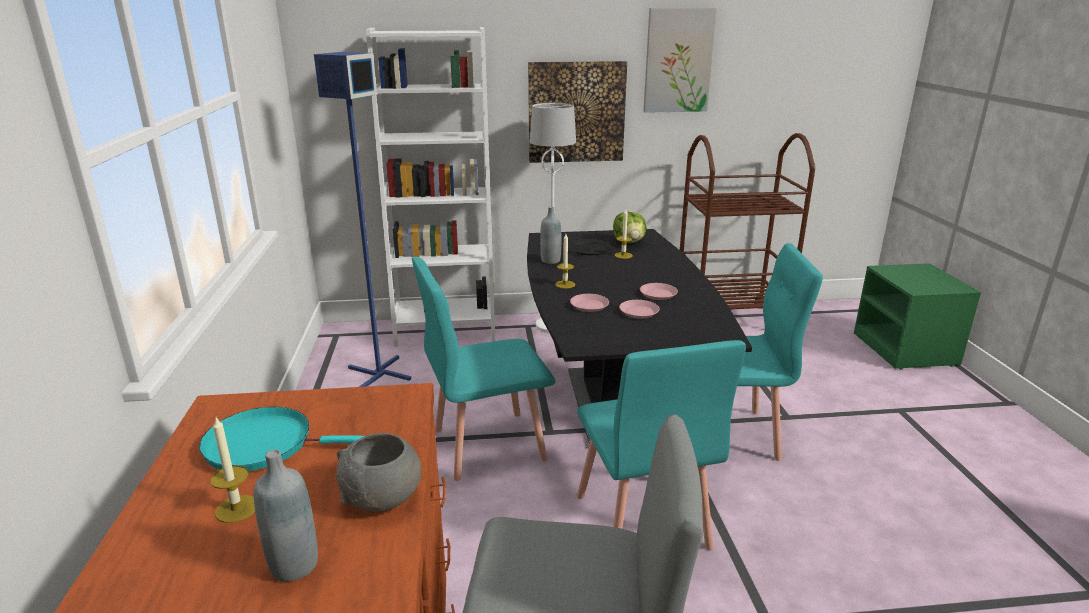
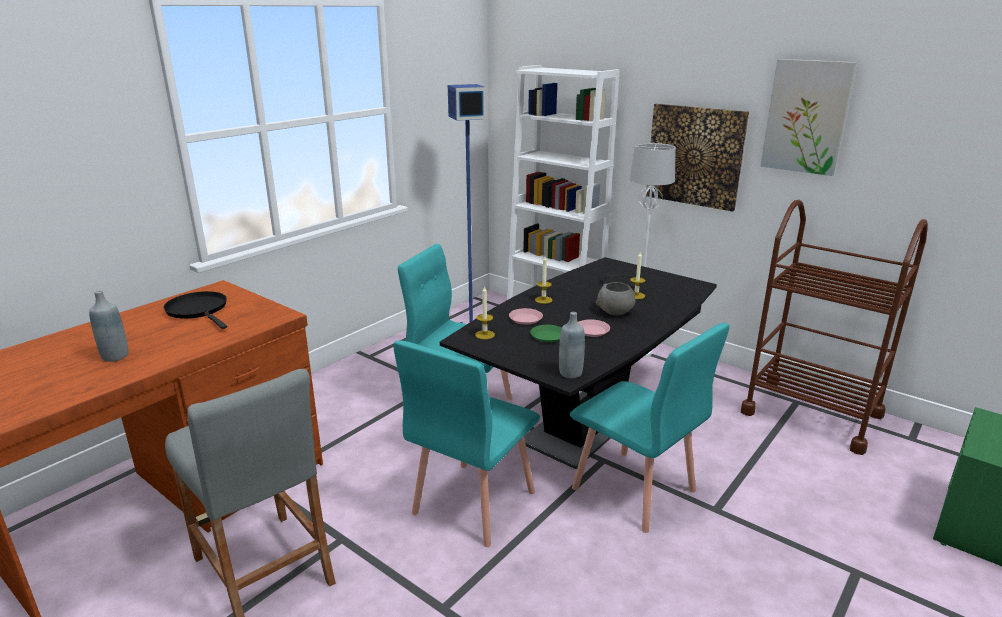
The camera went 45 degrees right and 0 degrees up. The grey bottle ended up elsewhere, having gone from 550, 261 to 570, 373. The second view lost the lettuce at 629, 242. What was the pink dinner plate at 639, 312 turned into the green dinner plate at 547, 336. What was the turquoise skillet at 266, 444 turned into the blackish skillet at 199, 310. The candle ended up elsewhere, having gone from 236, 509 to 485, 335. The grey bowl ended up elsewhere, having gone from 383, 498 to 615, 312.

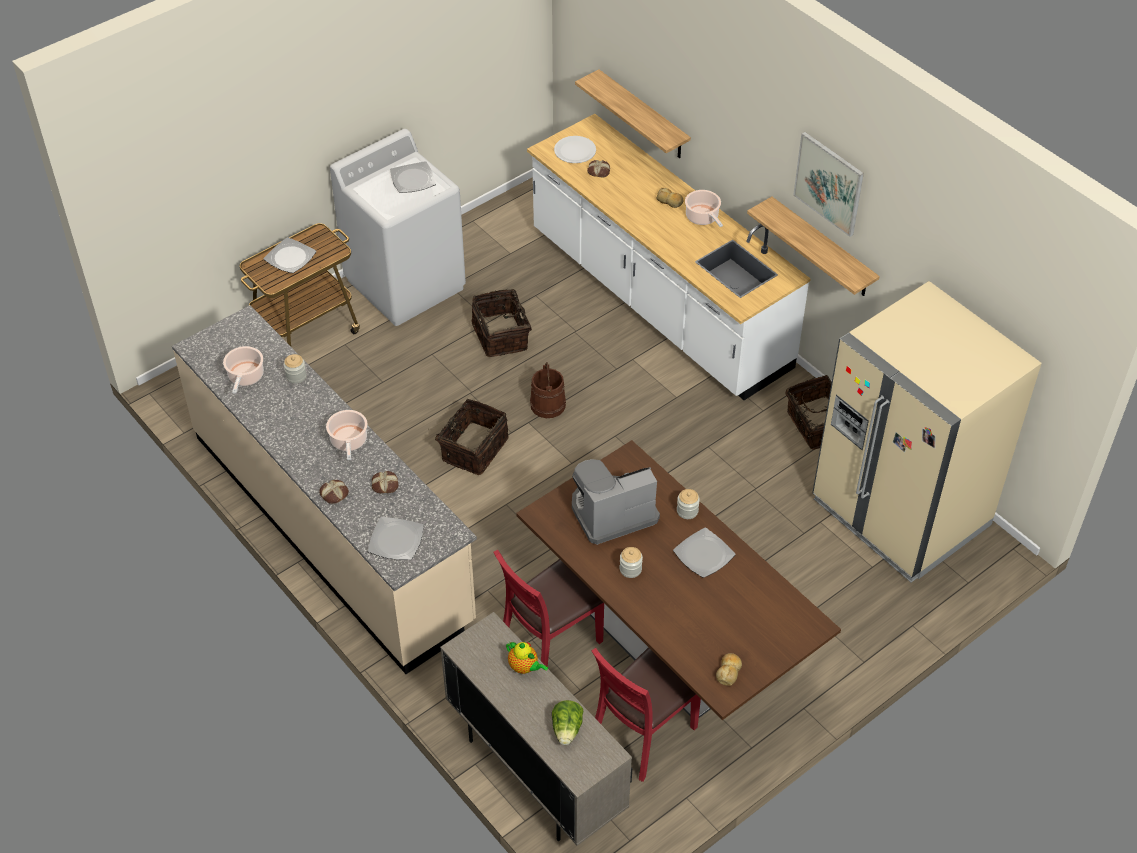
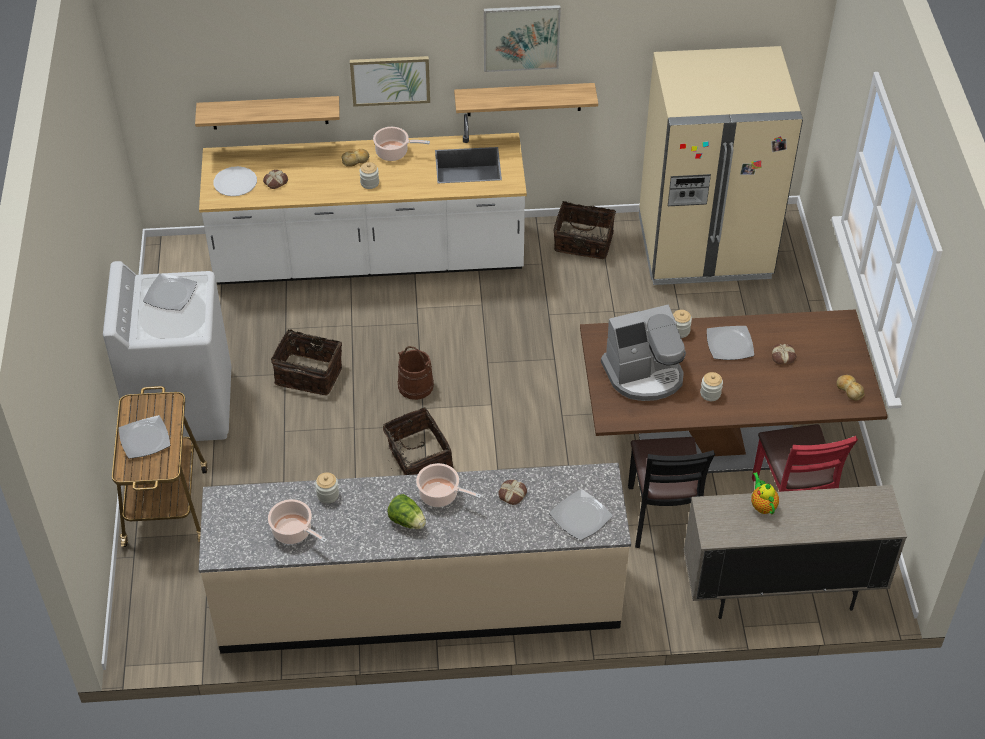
The camera went 55 degrees left and 0 degrees up. The coffee brewer at 612, 512 ended up facing another way, 120 degrees counterclockwise from before. The bread ended up elsewhere, having gone from 334, 494 to 783, 356. What was the red-coloured upright chair at 550, 643 turned into the blackish upright chair at 662, 515. The tea pot at 524, 667 ended up facing another way, 90 degrees counterclockwise from before. The lettuce ended up elsewhere, having gone from 567, 729 to 407, 521. The second view gained the wall art at 390, 80. The second view gained the jar at 369, 183.

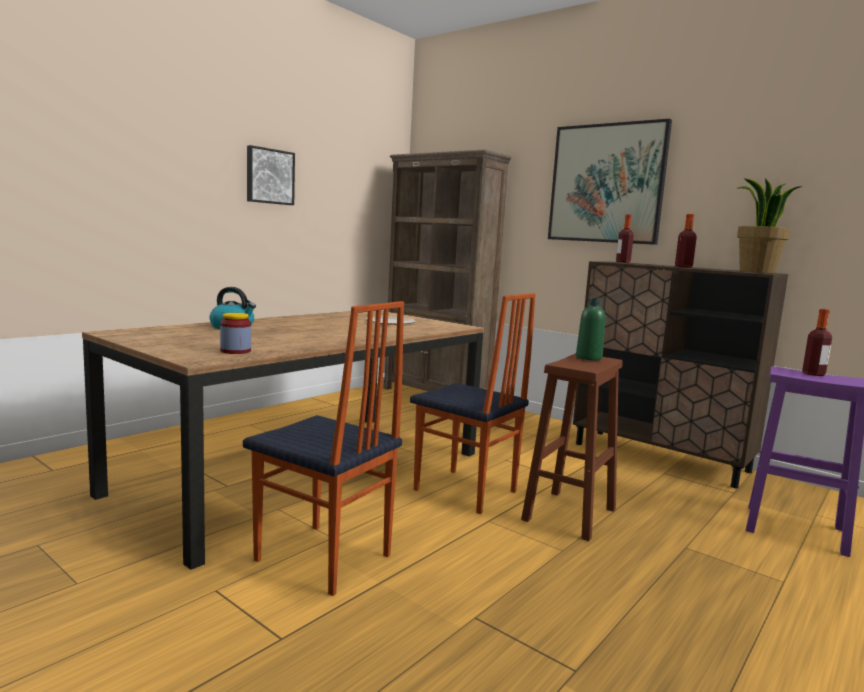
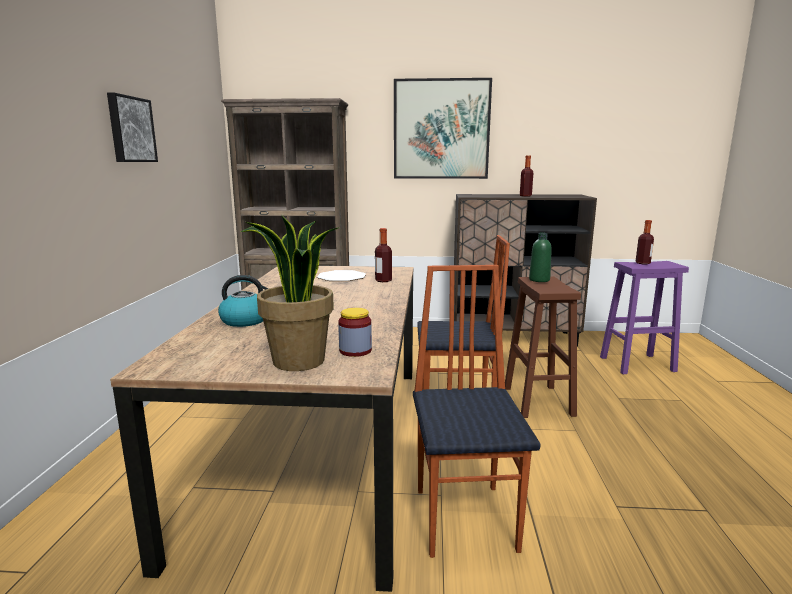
The camera went 35 degrees left and 5 degrees up. The houseplant ended up elsewhere, having gone from 756, 272 to 298, 362. The bottle ended up elsewhere, having gone from 623, 262 to 383, 280. The upright chair at 322, 559 ended up facing another way, 90 degrees counterclockwise from before.

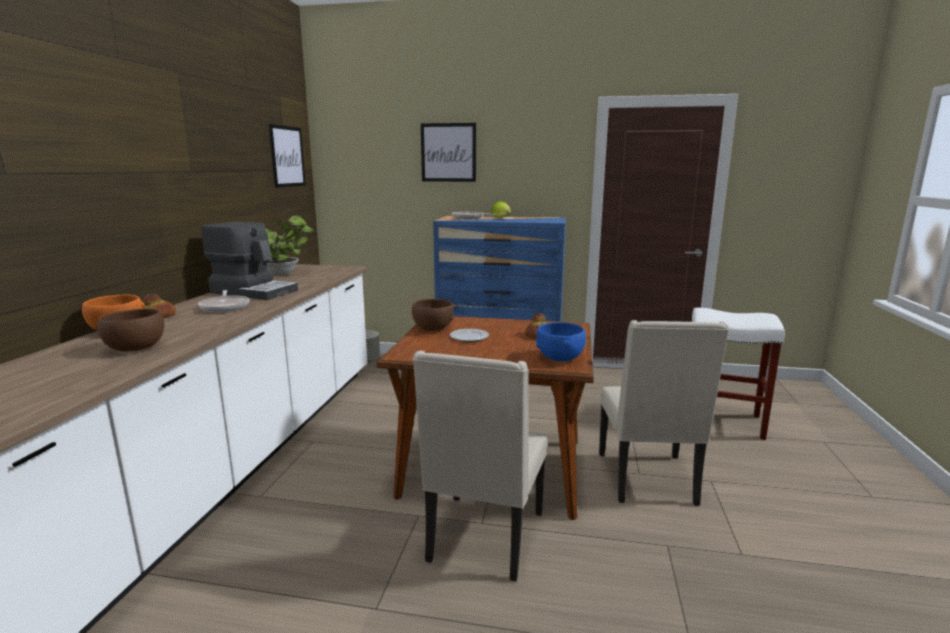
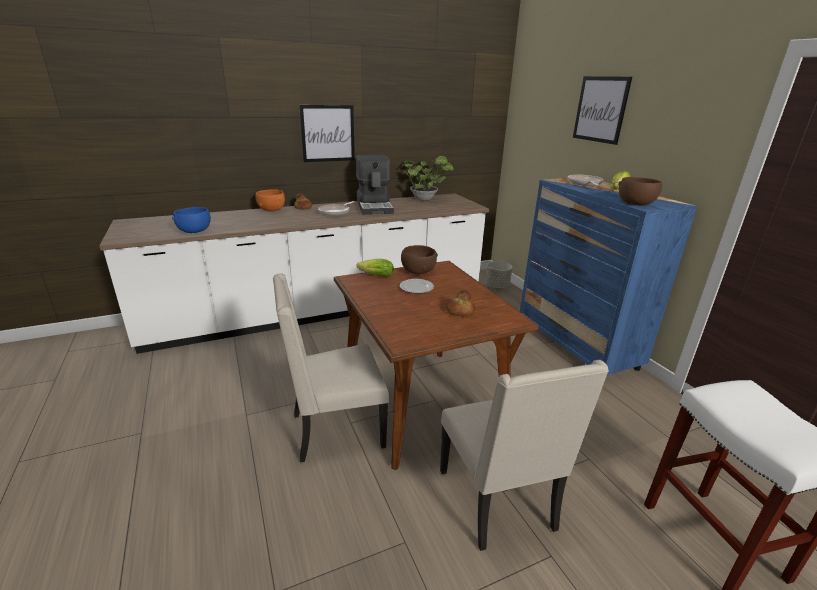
The camera went 55 degrees right and 10 degrees up. The wall art ended up elsewhere, having gone from 287, 156 to 328, 133. The brownish bowl ended up elsewhere, having gone from 136, 348 to 636, 204. The beige upright chair at 648, 480 ended up facing another way, 75 degrees counterclockwise from before. The bluish bowl ended up elsewhere, having gone from 560, 358 to 195, 231. The second view gained the lettuce at 374, 275.

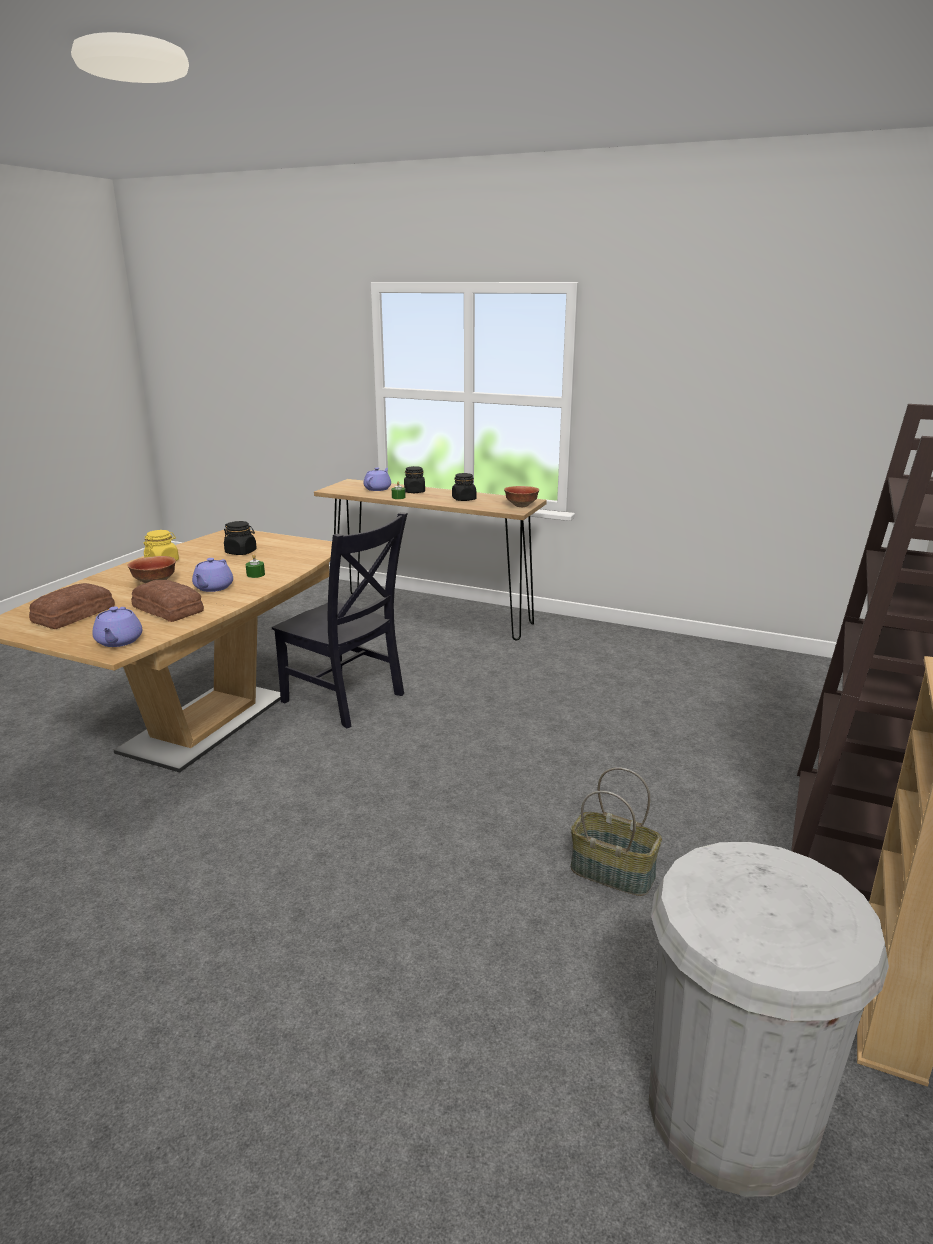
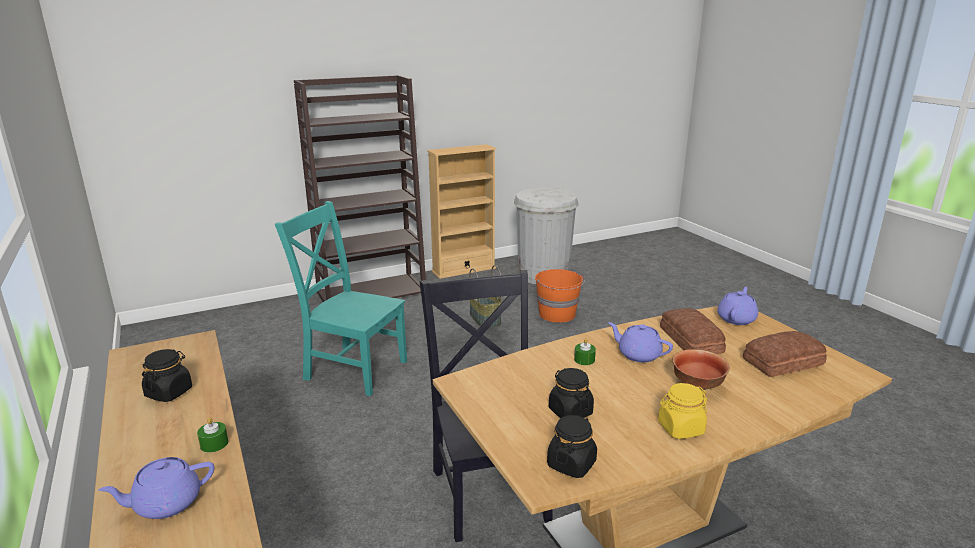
The camera went 140 degrees left and 0 degrees up. The blackish jar ended up elsewhere, having gone from 414, 491 to 571, 464. The second view lost the bowl at 520, 505. The purple-coloured tea pot at 213, 588 ended up facing another way, 105 degrees counterclockwise from before. The second view gained the turquoise upright chair at 352, 368. The second view gained the orange-coloured water bucket at 557, 314.

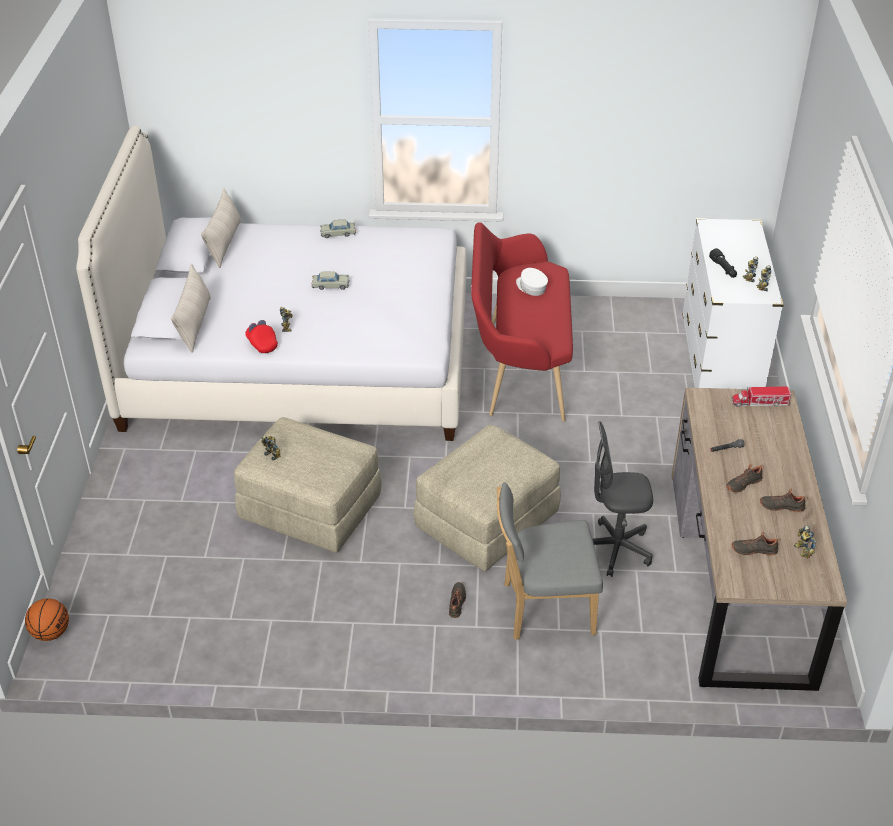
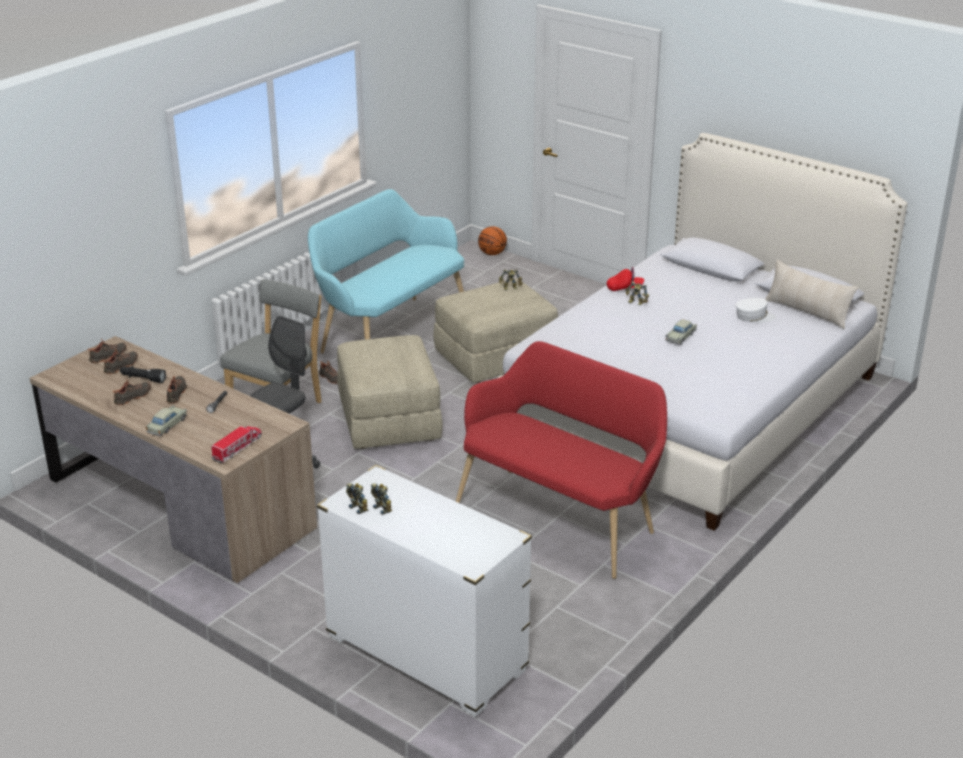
The camera went 125 degrees right and 10 degrees down. The beige toy car ended up elsewhere, having gone from 338, 233 to 167, 425. The blackish torch ended up elsewhere, having gone from 723, 269 to 143, 379. The second view lost the beige pillow at 194, 324. The white baseball cap ended up elsewhere, having gone from 531, 287 to 754, 317. The second view lost the robot figure at 801, 551. The second view gained the turquoise bench at 389, 333. The second view gained the blackish low shoe at 109, 356.

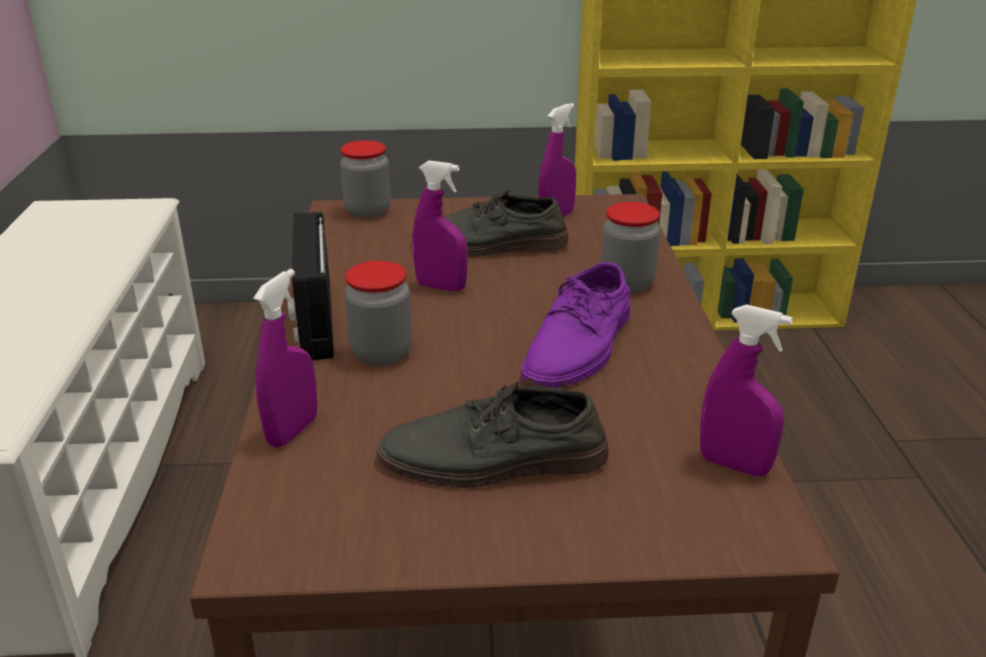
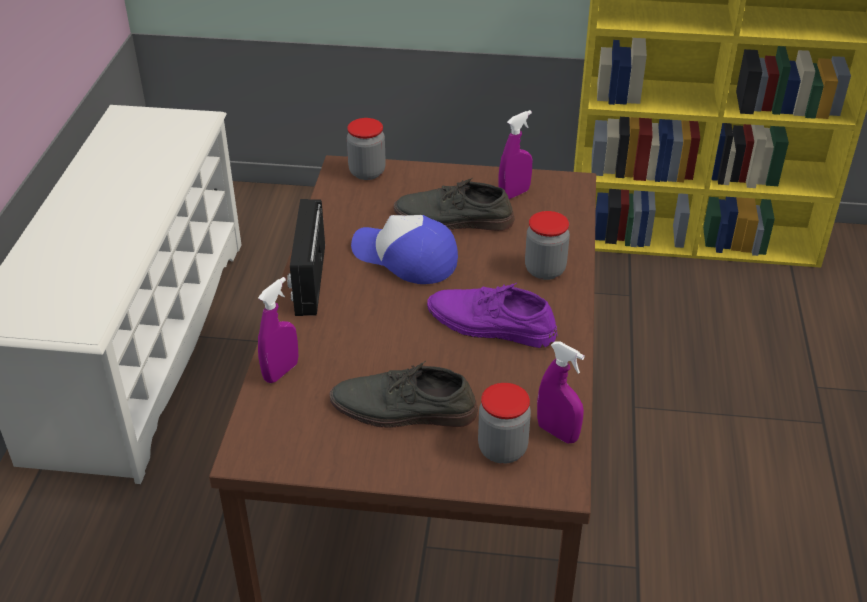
The camera went 10 degrees right and 10 degrees up. Where the purple-coloured spray bottle stood at 441, 287, the baseball cap came to stand at 405, 258. The jar ended up elsewhere, having gone from 381, 353 to 502, 449. The purple-coloured low shoe at 580, 346 ended up facing another way, 75 degrees clockwise from before.

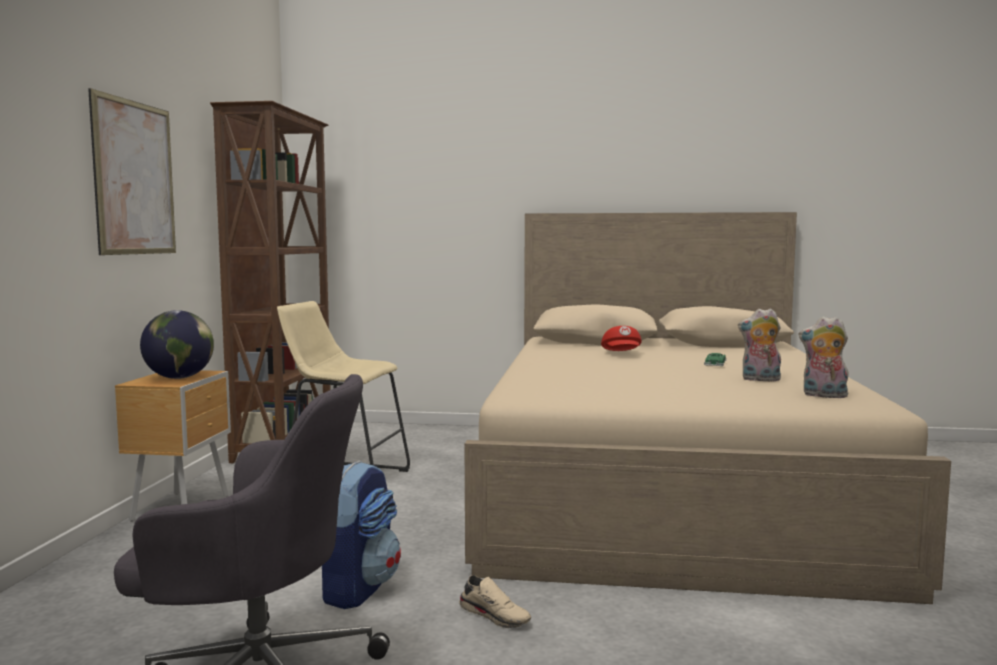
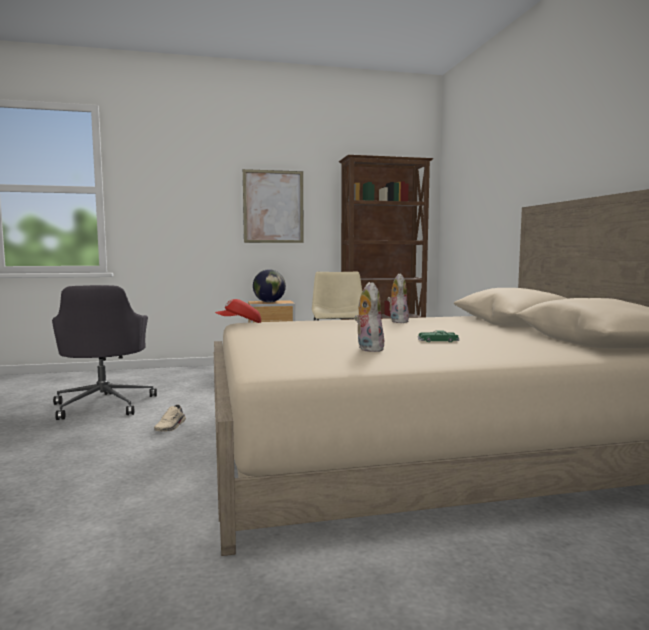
The camera went 70 degrees right and 0 degrees up. The plush toy ended up elsewhere, having gone from 823, 396 to 397, 321. The red-coloured baseball cap ended up elsewhere, having gone from 622, 354 to 239, 323. The second view lost the rucksack at 357, 588.

